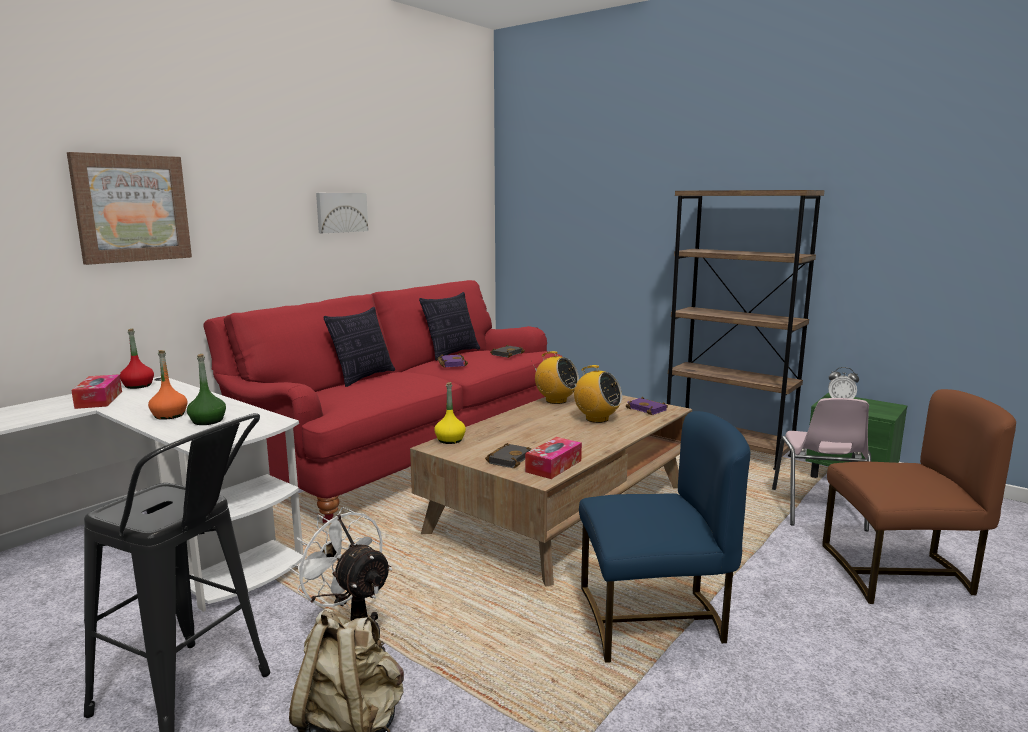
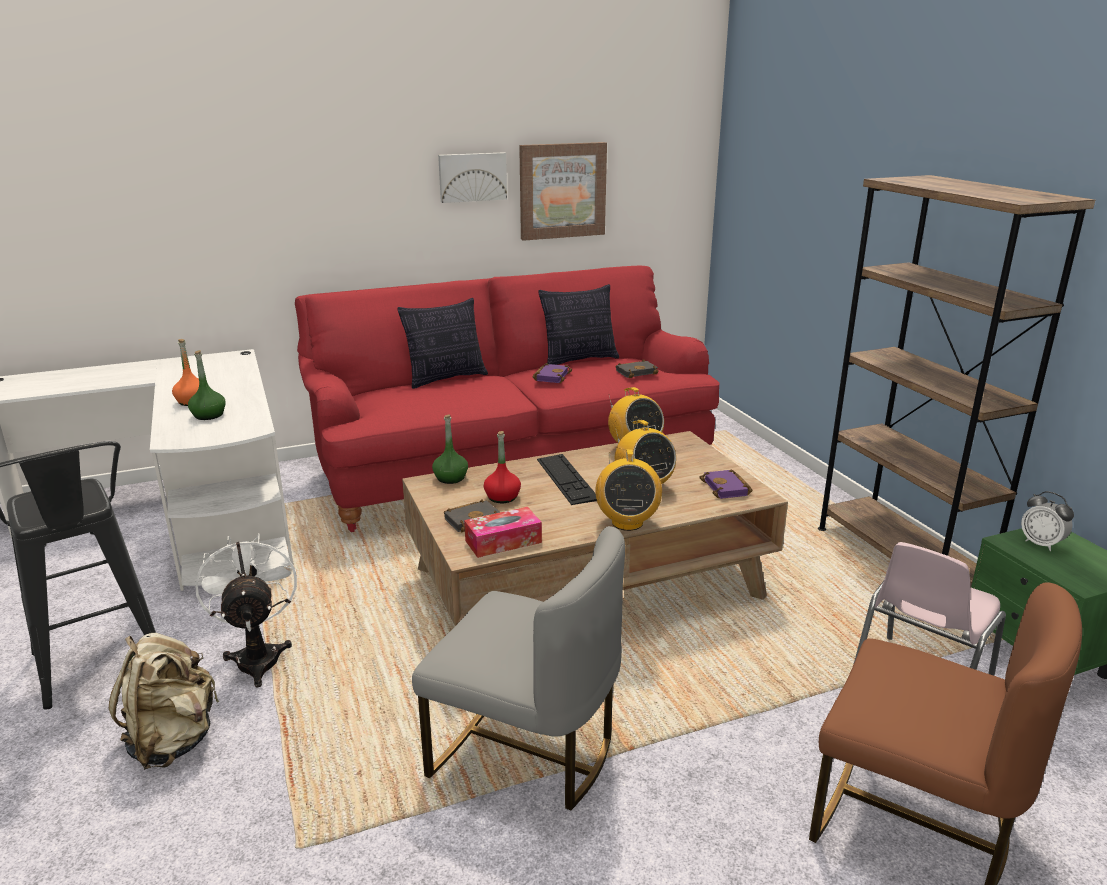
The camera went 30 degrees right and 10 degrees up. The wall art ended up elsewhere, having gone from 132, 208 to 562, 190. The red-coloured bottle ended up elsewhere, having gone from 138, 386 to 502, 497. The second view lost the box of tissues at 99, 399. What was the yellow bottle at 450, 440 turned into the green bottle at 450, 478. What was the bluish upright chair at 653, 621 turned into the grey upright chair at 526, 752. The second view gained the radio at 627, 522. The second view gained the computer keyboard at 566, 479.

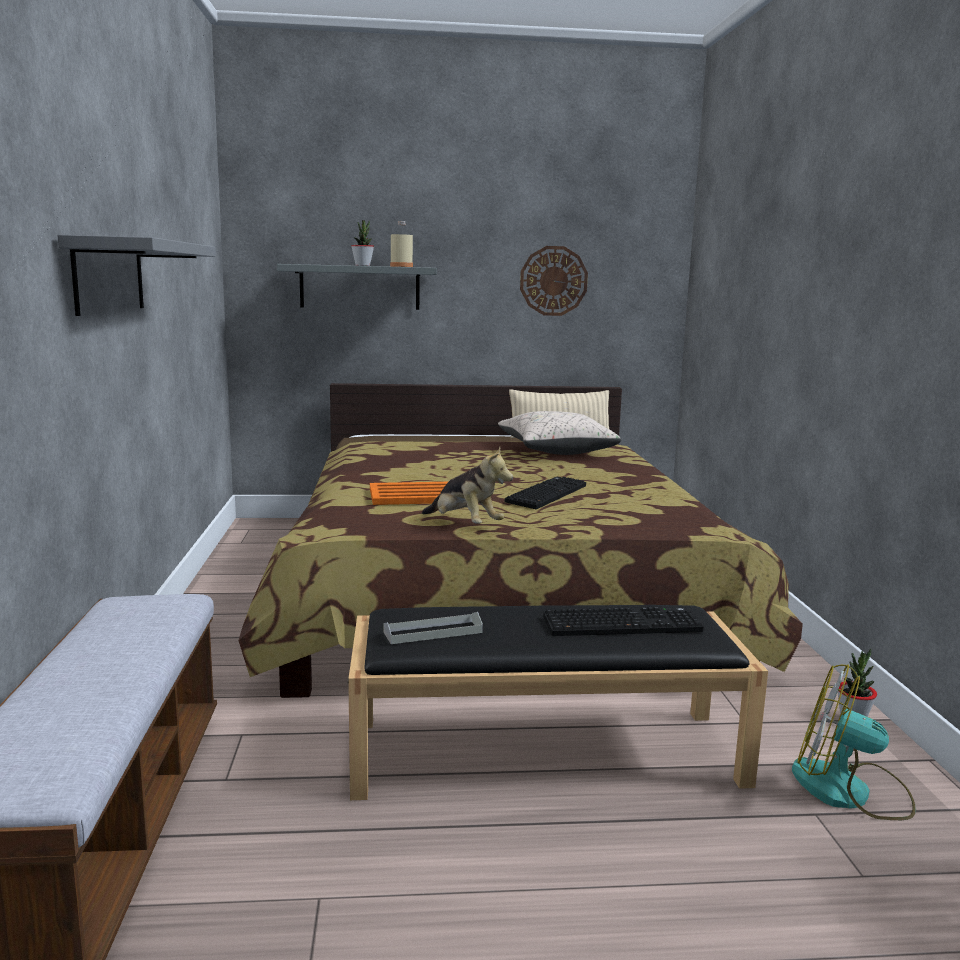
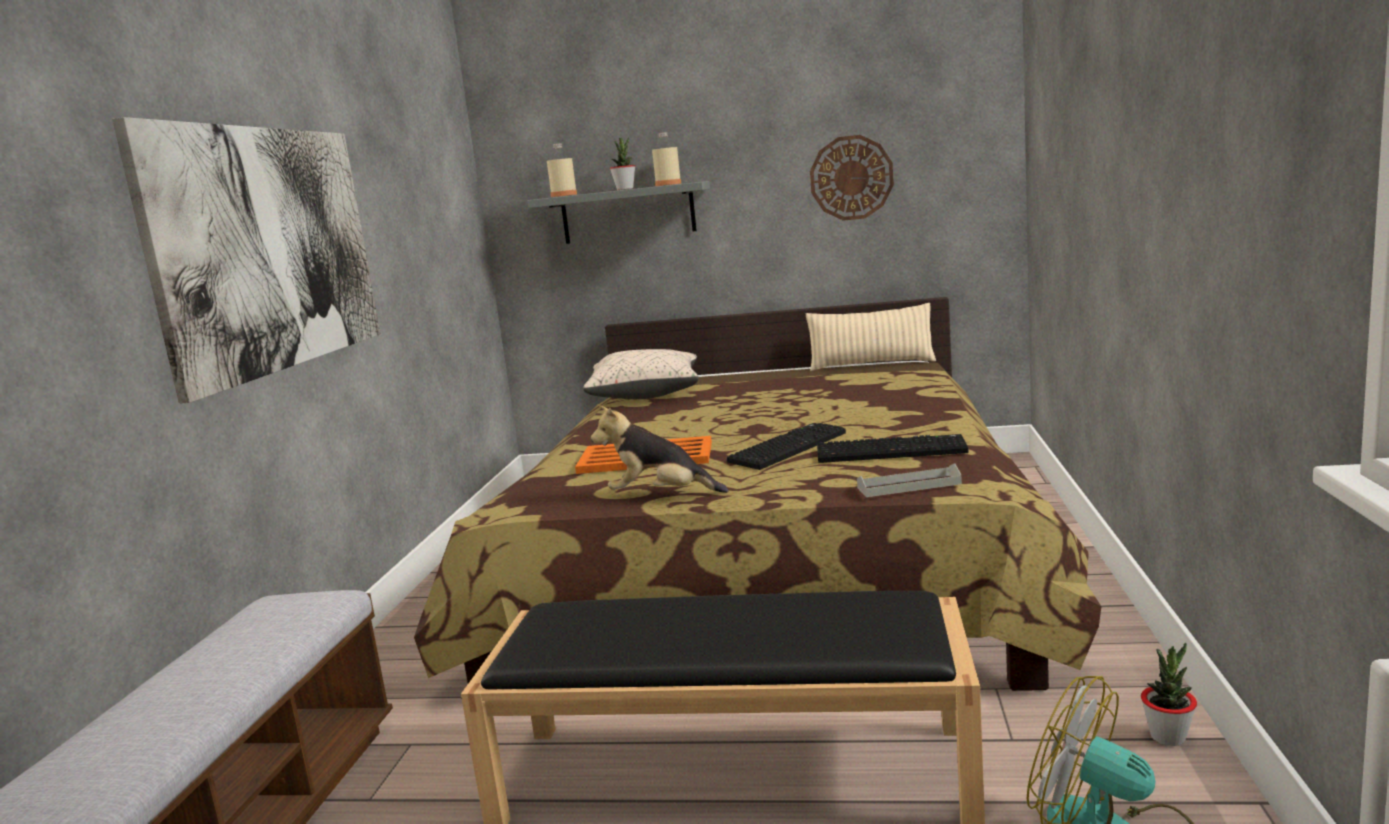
The camera went 15 degrees right and 0 degrees up. Where the grey bracket shelf hung at 109, 276, the wall art came to hang at 269, 249. The beige pillow ended up elsewhere, having gone from 556, 451 to 645, 394. The plush toy at 465, 525 ended up facing another way, 135 degrees clockwise from before. The computer keyboard ended up elsewhere, having gone from 623, 623 to 892, 451. The grey tray ended up elsewhere, having gone from 433, 632 to 908, 486. The second view gained the beige bottle at 564, 195.

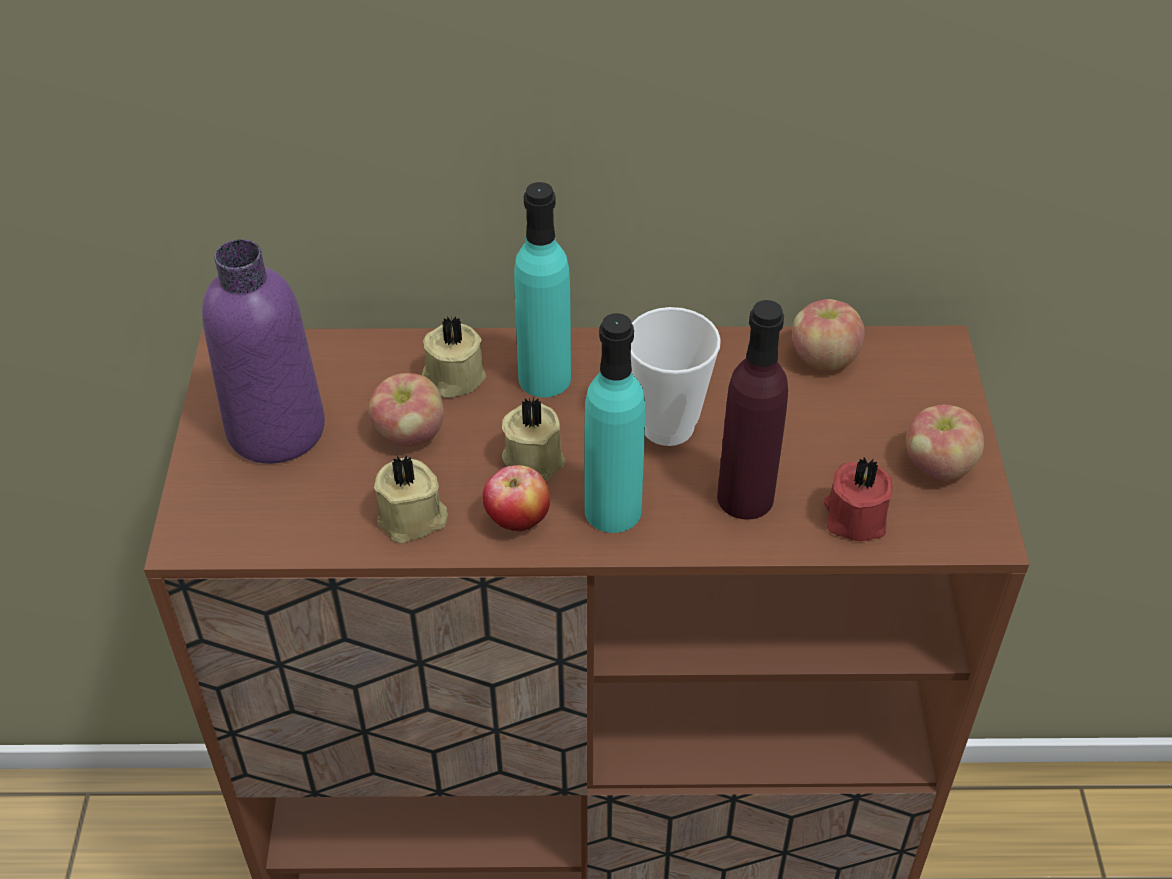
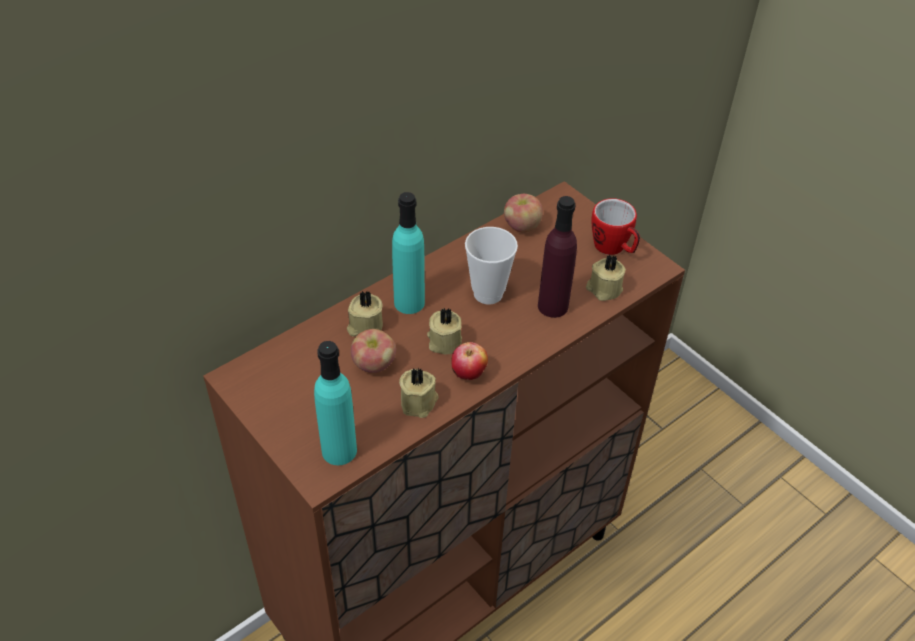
The camera went 40 degrees left and 0 degrees up. The second view lost the purple-coloured bottle at 276, 429. The turquoise bottle ended up elsewhere, having gone from 613, 510 to 339, 450. Where the apple stood at 938, 466, the tea mug came to stand at 614, 248. What was the red-coloured candle at 854, 517 turned into the beige candle at 603, 289.

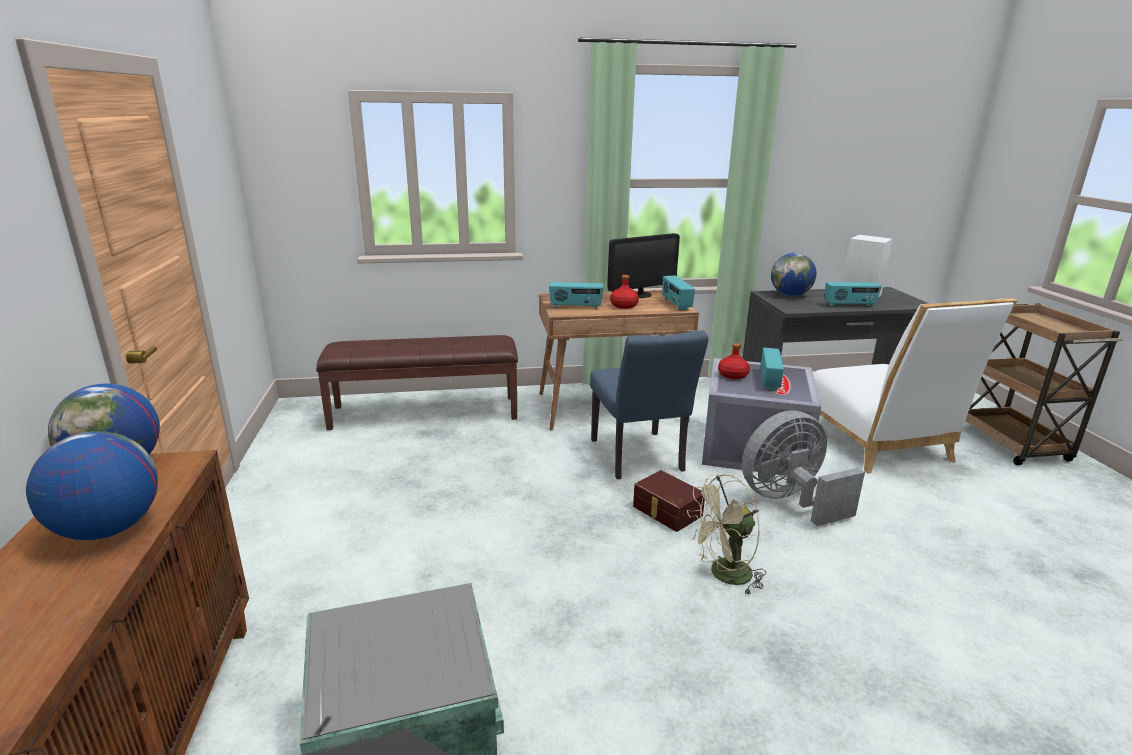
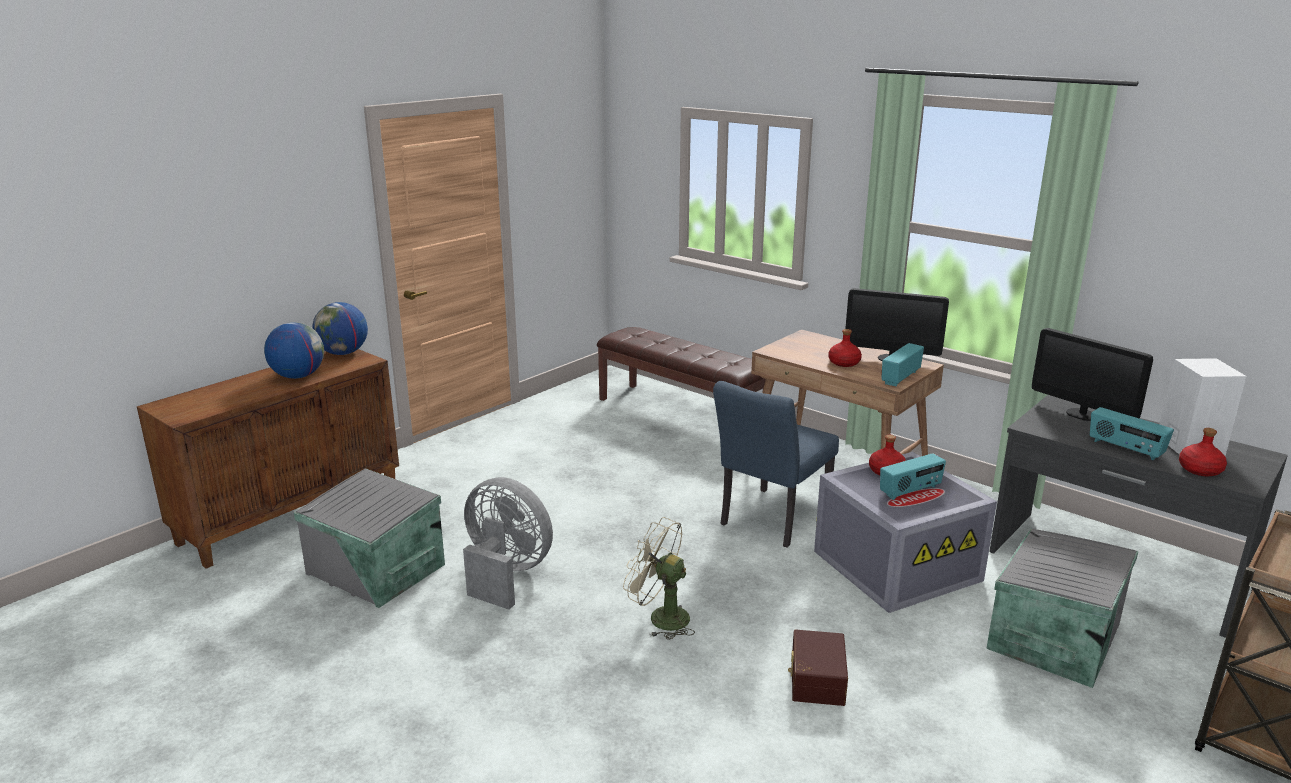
The camera went 50 degrees right and 0 degrees up. Where the globe stood at 790, 295, the computer display came to stand at 1082, 414. The second view lost the radio at 575, 307. Where the white upright chair stood at 879, 445, the grey storage container came to stand at 1051, 637. The grey electric fan ended up elsewhere, having gone from 789, 501 to 505, 574. The brownish storage container ended up elsewhere, having gone from 666, 511 to 815, 679. The second view gained the red-coloured bottle at 1200, 470.

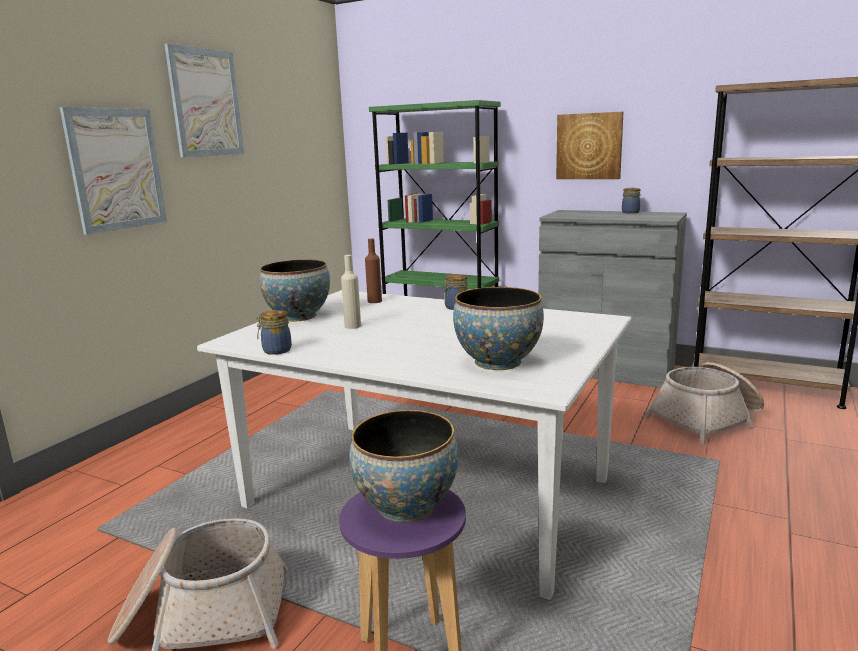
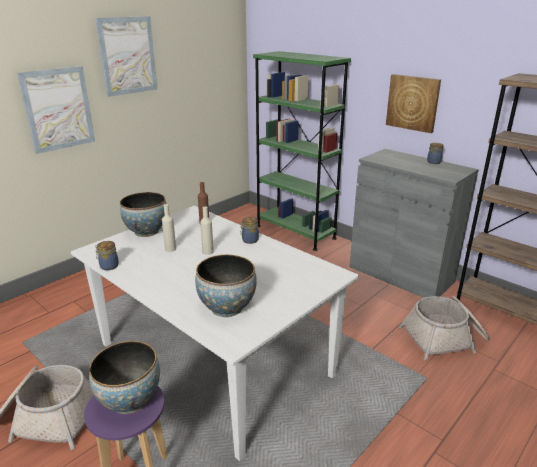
The camera went 15 degrees right and 10 degrees up. The second view gained the beige bottle at 208, 252.

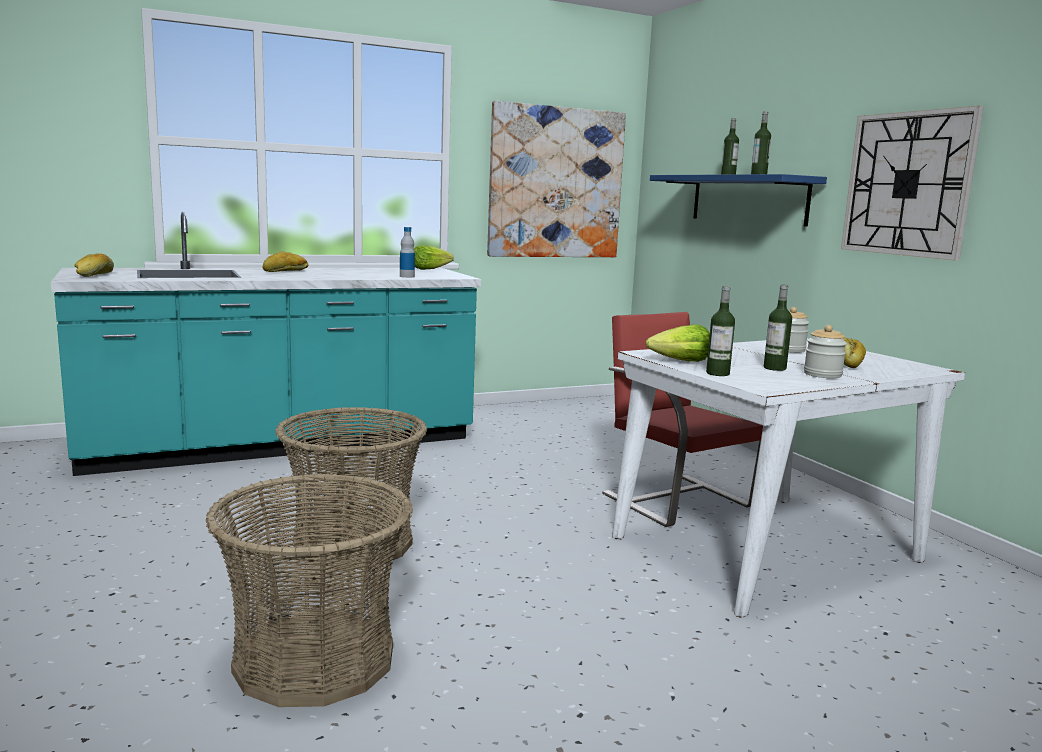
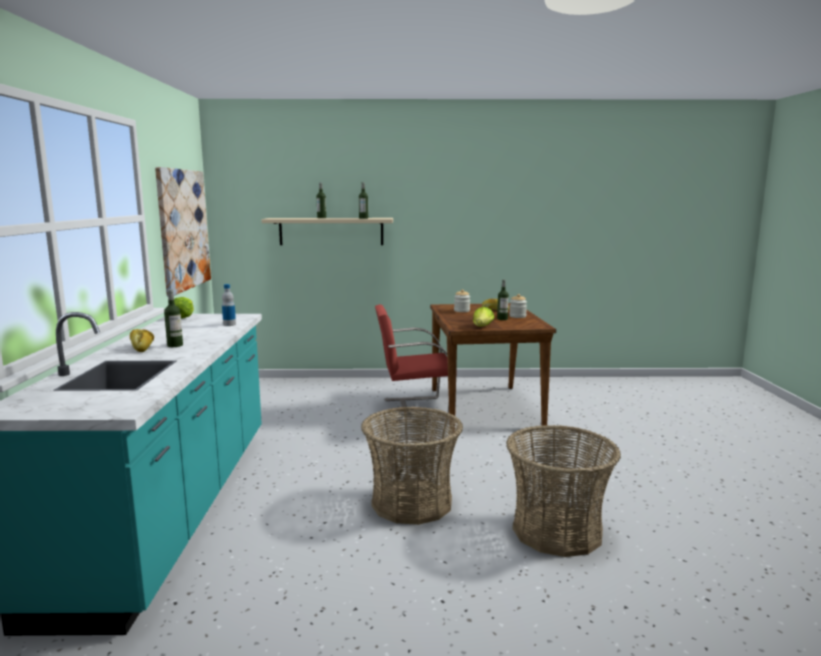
The camera went 65 degrees left and 0 degrees up. The second view lost the clock on the wall at 907, 184. What was the bluish bracket shelf at 748, 199 turned into the beige bracket shelf at 331, 231. The second view lost the bread at 95, 275. The bottle ended up elsewhere, having gone from 717, 373 to 175, 345. What was the white dining table at 767, 548 turned into the brownish dining table at 484, 407.

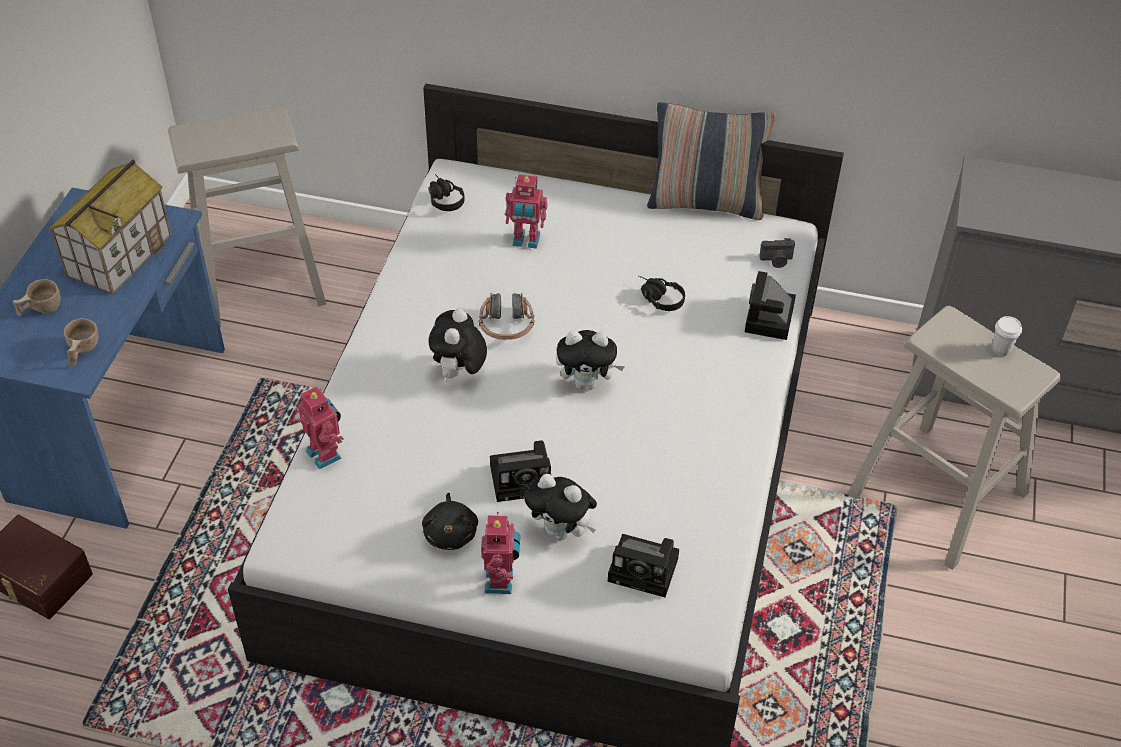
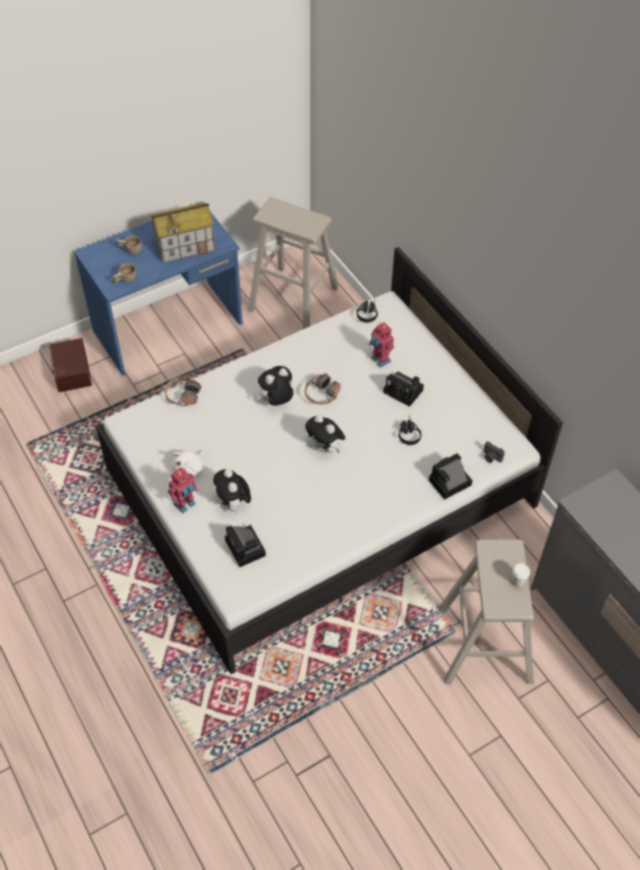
The camera went 45 degrees right and 5 degrees up. The second view lost the pillow at 705, 203. Where the robot figure stood at 326, 453, the pair of headphones came to stand at 182, 396. The photo camera ended up elsewhere, having gone from 524, 478 to 404, 392. What was the blackish plush toy at 451, 533 turned into the white plush toy at 190, 468.

